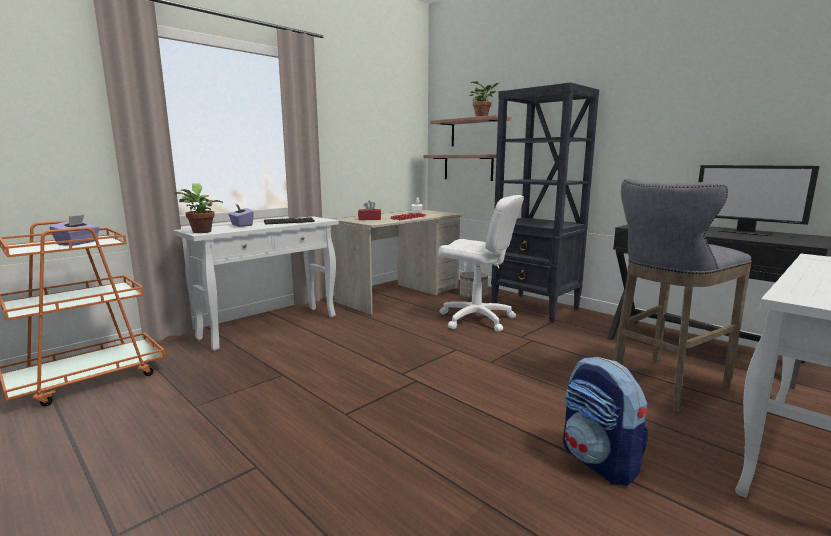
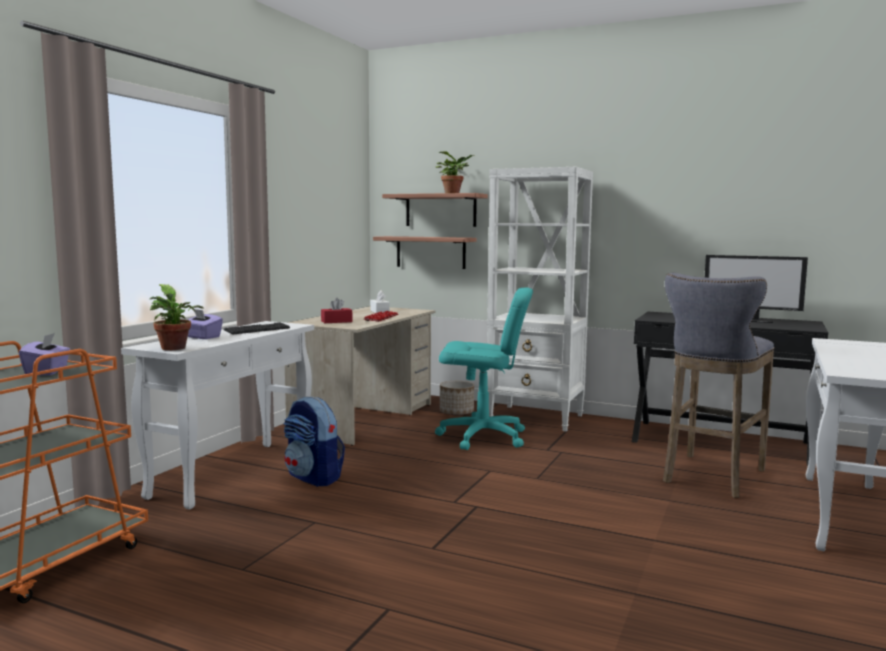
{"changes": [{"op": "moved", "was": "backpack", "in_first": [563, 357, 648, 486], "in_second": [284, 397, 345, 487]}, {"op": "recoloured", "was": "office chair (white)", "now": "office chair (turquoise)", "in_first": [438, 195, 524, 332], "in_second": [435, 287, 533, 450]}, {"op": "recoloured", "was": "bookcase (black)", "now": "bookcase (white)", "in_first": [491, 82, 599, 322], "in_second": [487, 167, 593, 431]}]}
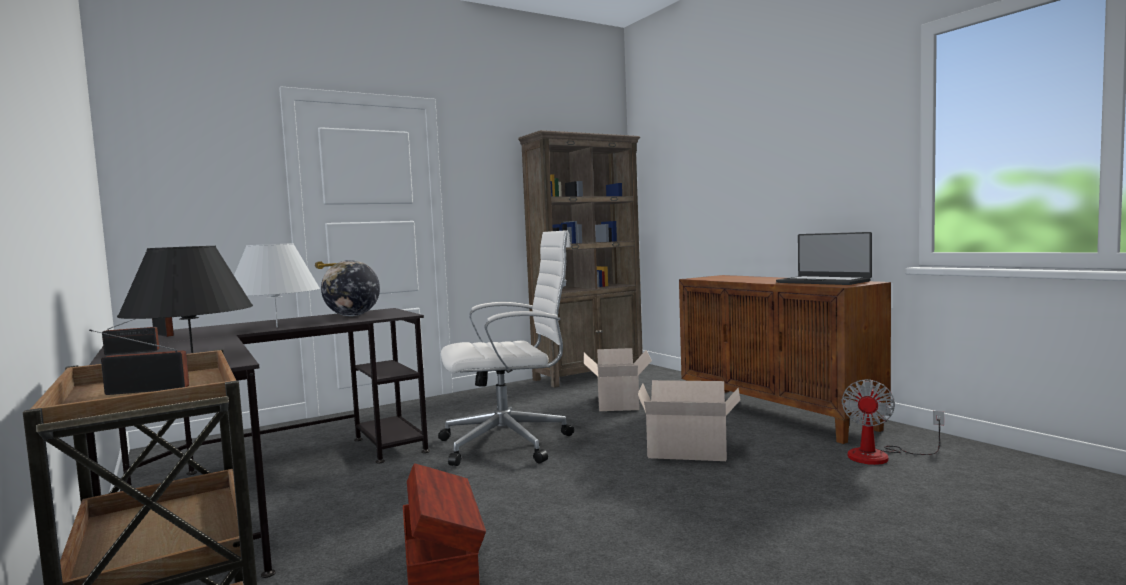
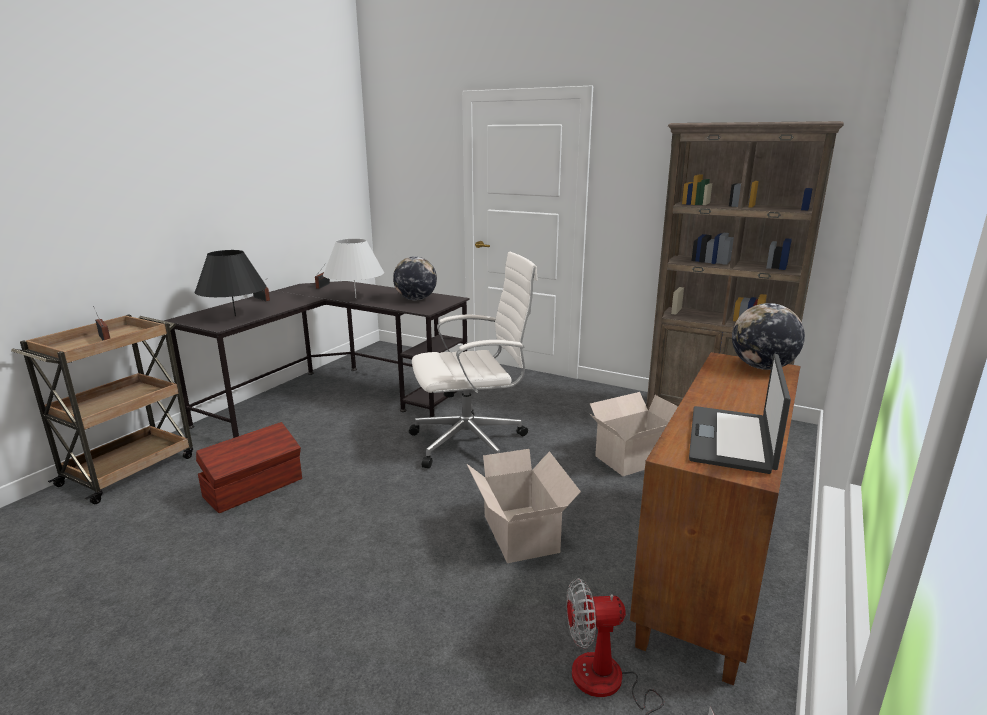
{"changes": [{"op": "added", "now": "globe", "in_second": [732, 303, 805, 370]}, {"op": "turned", "was": "office chair (white)", "in_first": [438, 230, 574, 466], "in_second": [409, 252, 538, 468], "clockwise": -60}]}
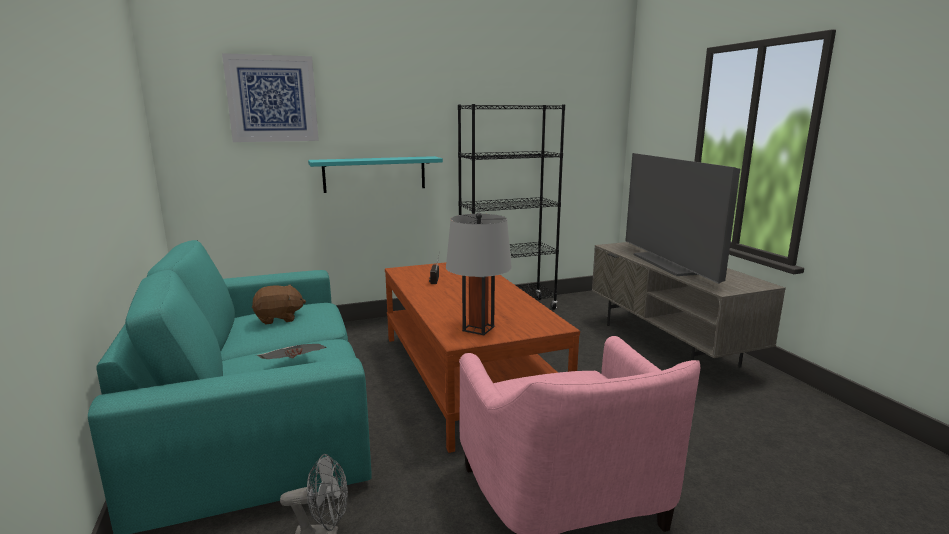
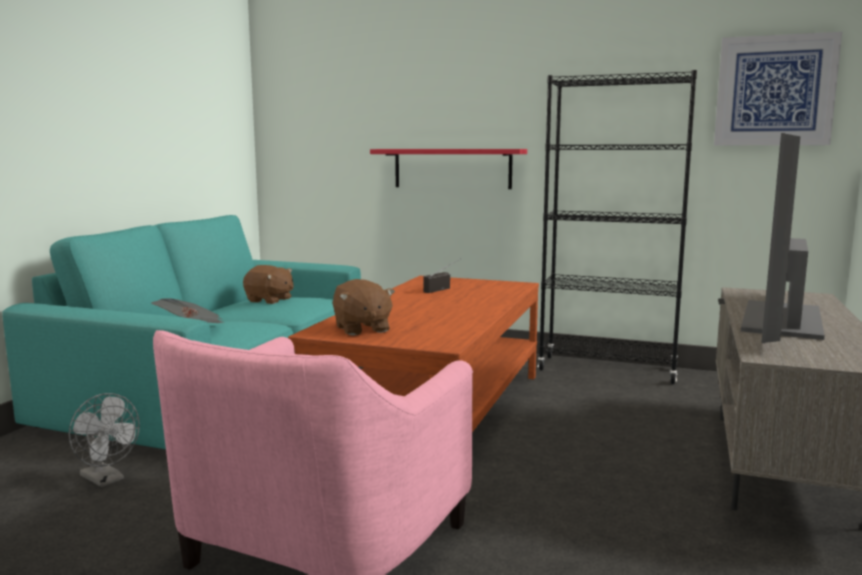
{"changes": [{"op": "moved", "was": "picture", "in_first": [222, 53, 319, 142], "in_second": [714, 32, 842, 145]}, {"op": "replaced", "was": "table lamp (grey)", "now": "plush toy (brown)", "in_first": [446, 213, 512, 335], "in_second": [333, 279, 395, 336]}, {"op": "recoloured", "was": "shelf (turquoise)", "now": "shelf (red)", "in_first": [308, 156, 443, 193], "in_second": [370, 149, 527, 189]}]}
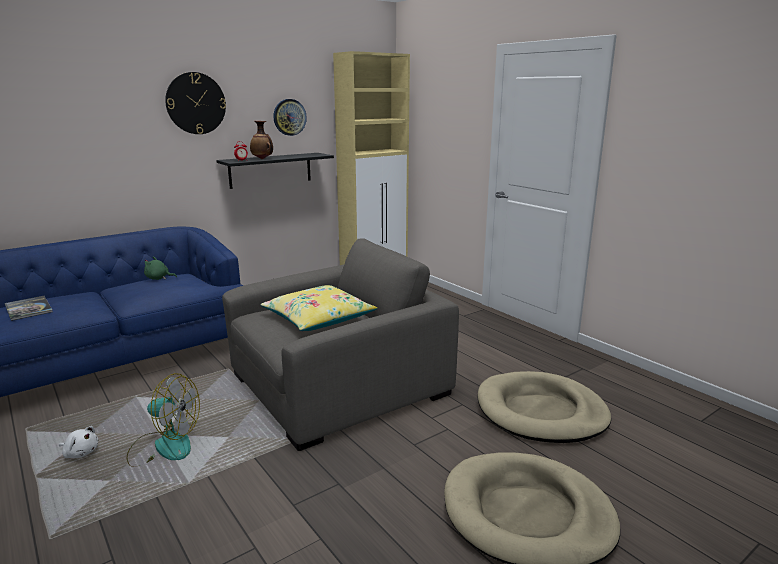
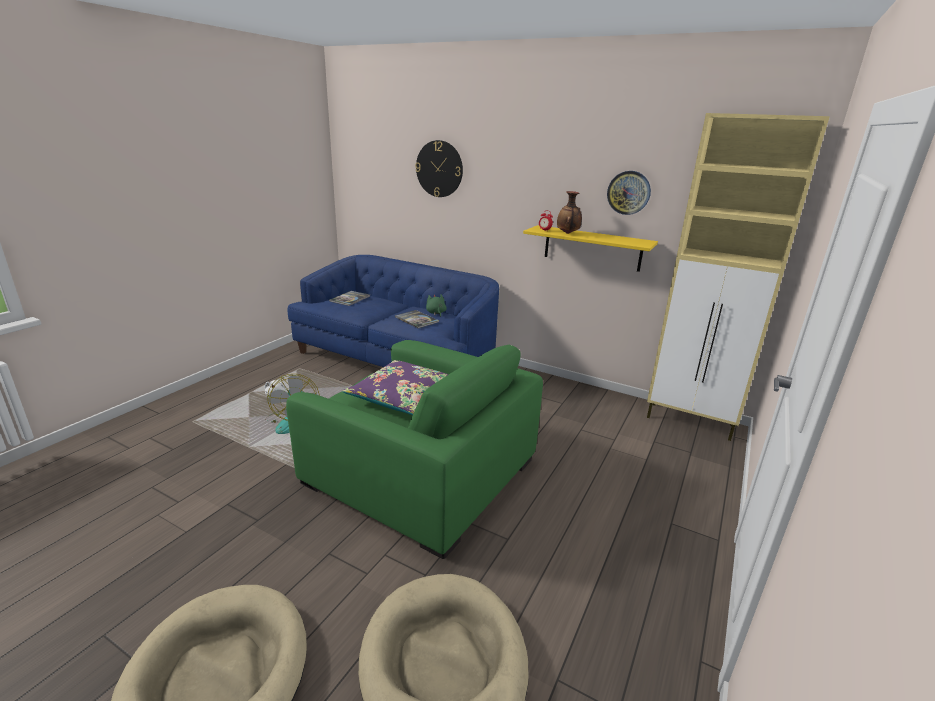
{"changes": [{"op": "added", "now": "book", "in_second": [395, 310, 439, 328]}, {"op": "moved", "was": "wall clock", "in_first": [165, 72, 226, 134], "in_second": [415, 140, 463, 197]}, {"op": "recoloured", "was": "shelf (black)", "now": "shelf (yellow)", "in_first": [216, 153, 334, 189], "in_second": [523, 225, 658, 272]}, {"op": "recoloured", "was": "armchair (grey)", "now": "armchair (green)", "in_first": [222, 238, 459, 451], "in_second": [286, 340, 543, 559]}, {"op": "recoloured", "was": "pillow (yellow)", "now": "pillow (purple)", "in_first": [261, 285, 377, 331], "in_second": [342, 360, 449, 415]}]}
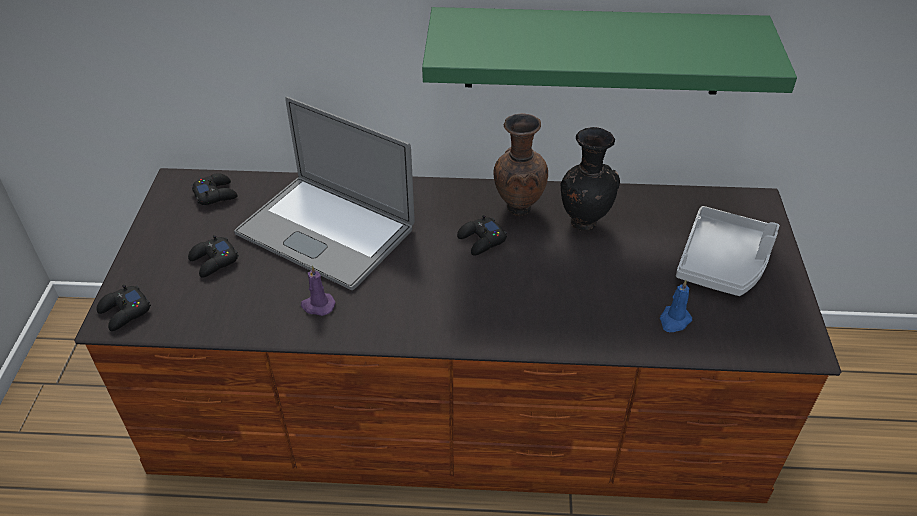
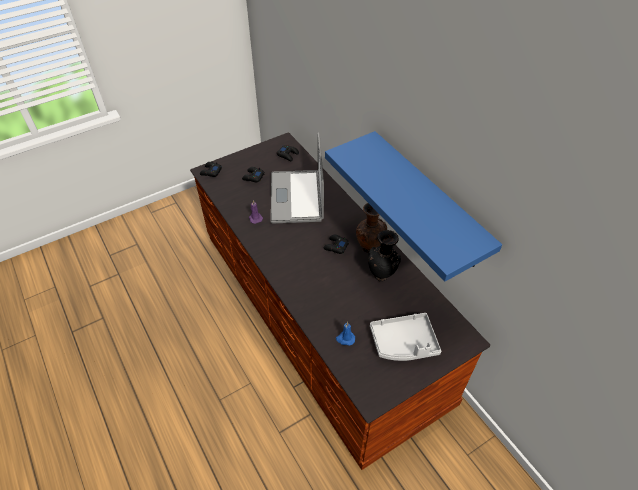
{"changes": [{"op": "recoloured", "was": "shelf (green)", "now": "shelf (blue)", "in_first": [422, 7, 797, 95], "in_second": [325, 131, 502, 281]}]}
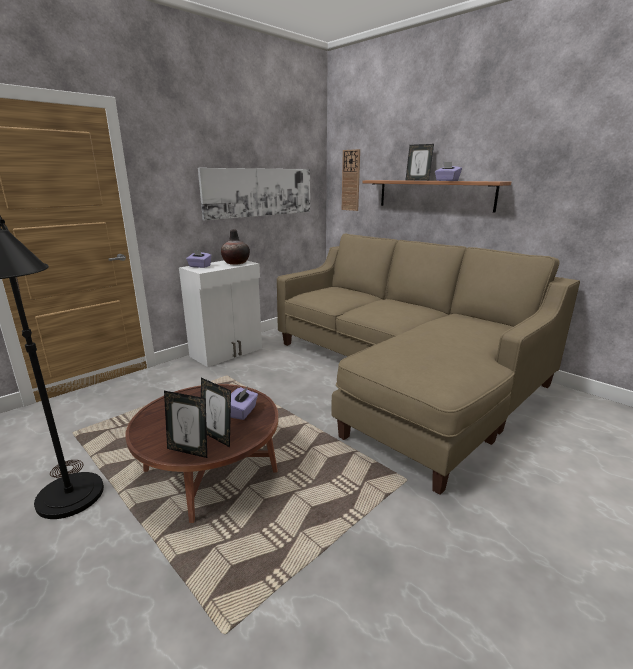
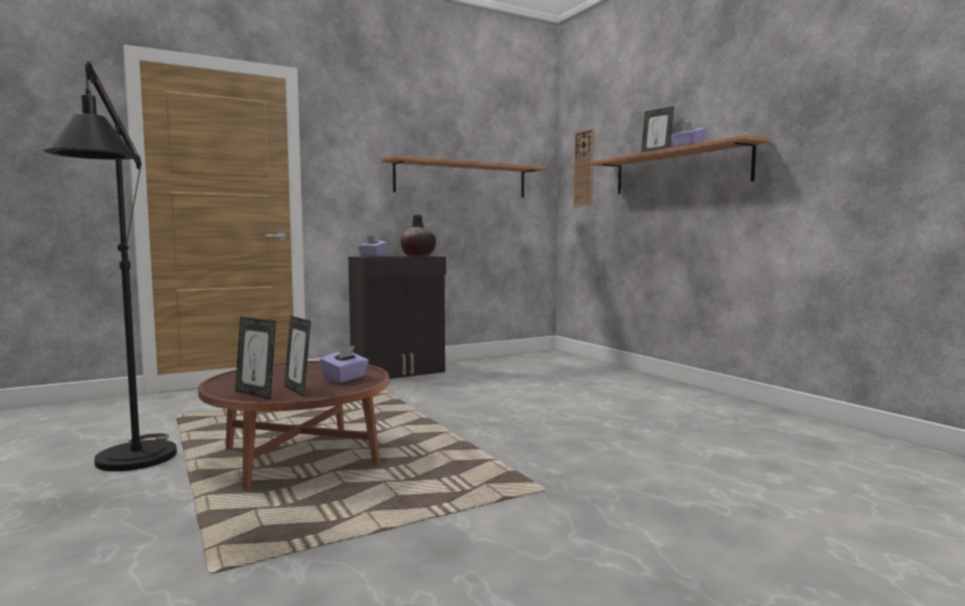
{"changes": [{"op": "removed", "was": "sofa (beige)", "in_first": [277, 234, 580, 495]}, {"op": "replaced", "was": "picture", "now": "shelf", "in_first": [198, 168, 310, 220], "in_second": [381, 155, 547, 198]}, {"op": "recoloured", "was": "cabinet (white)", "now": "cabinet (black)", "in_first": [179, 261, 262, 367], "in_second": [348, 256, 446, 379]}]}
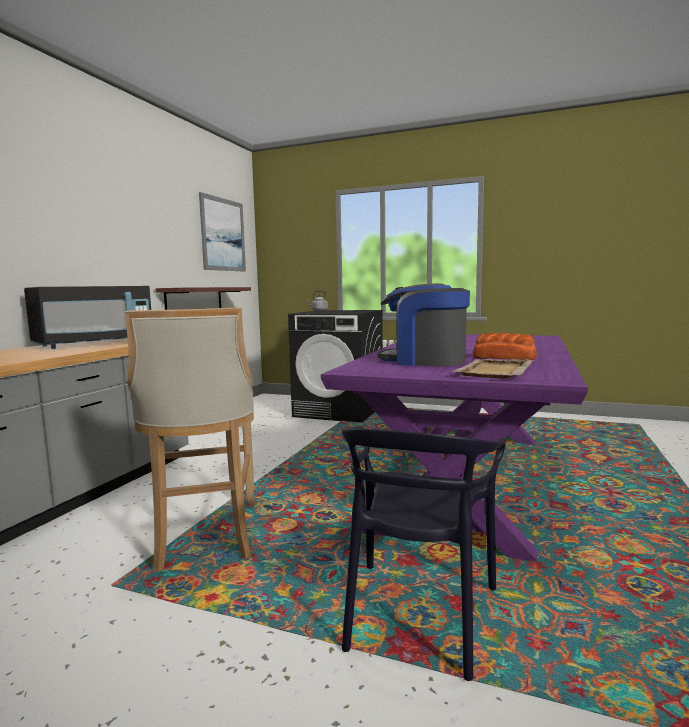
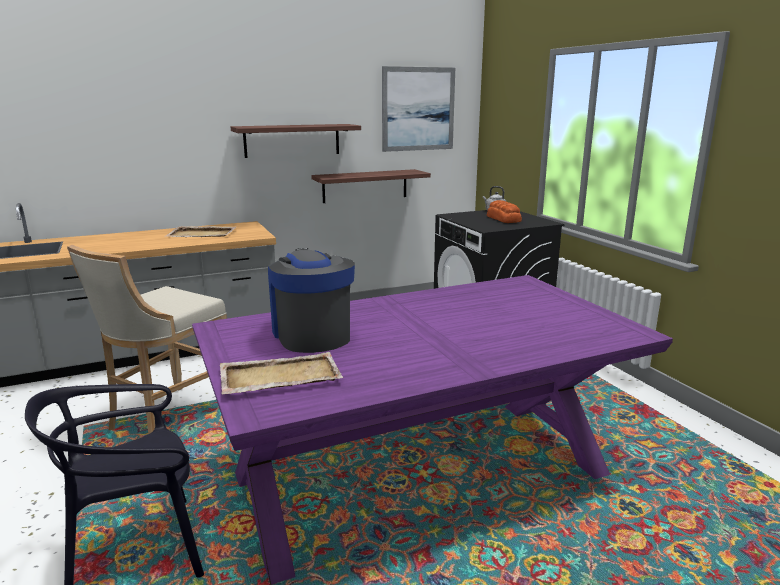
{"changes": [{"op": "added", "now": "shelf", "in_second": [231, 124, 361, 158]}, {"op": "moved", "was": "bread", "in_first": [473, 333, 537, 360], "in_second": [487, 200, 522, 223]}, {"op": "replaced", "was": "microwave (black)", "now": "tray (beige)", "in_first": [24, 286, 151, 349], "in_second": [166, 226, 236, 237]}]}
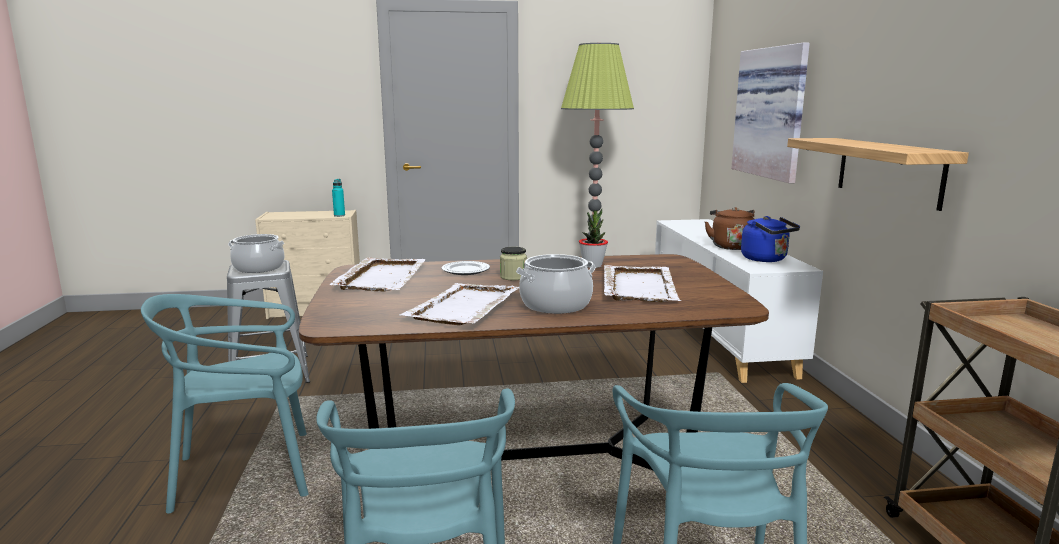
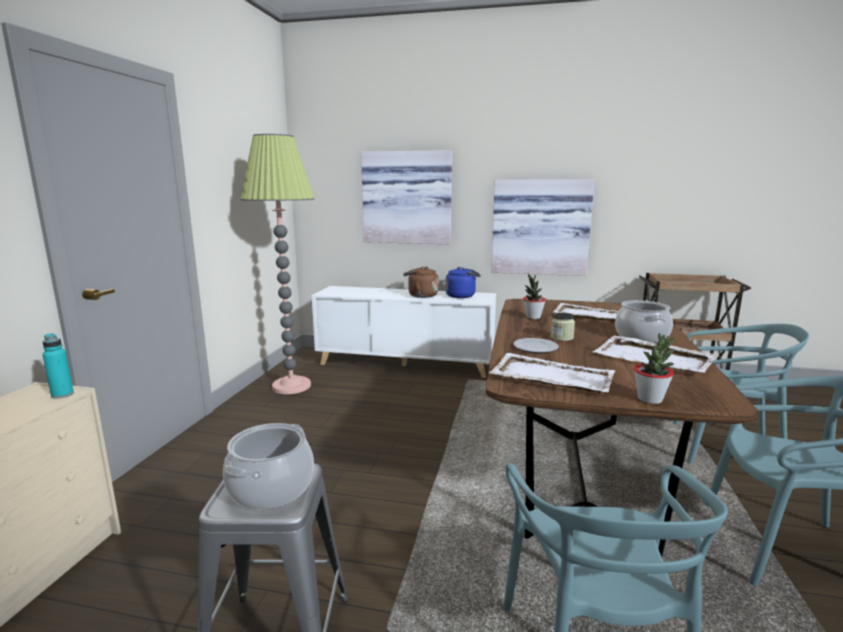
{"changes": [{"op": "added", "now": "potted plant", "in_second": [634, 333, 674, 404]}, {"op": "replaced", "was": "shelf", "now": "picture", "in_first": [787, 138, 969, 211], "in_second": [491, 180, 594, 276]}]}
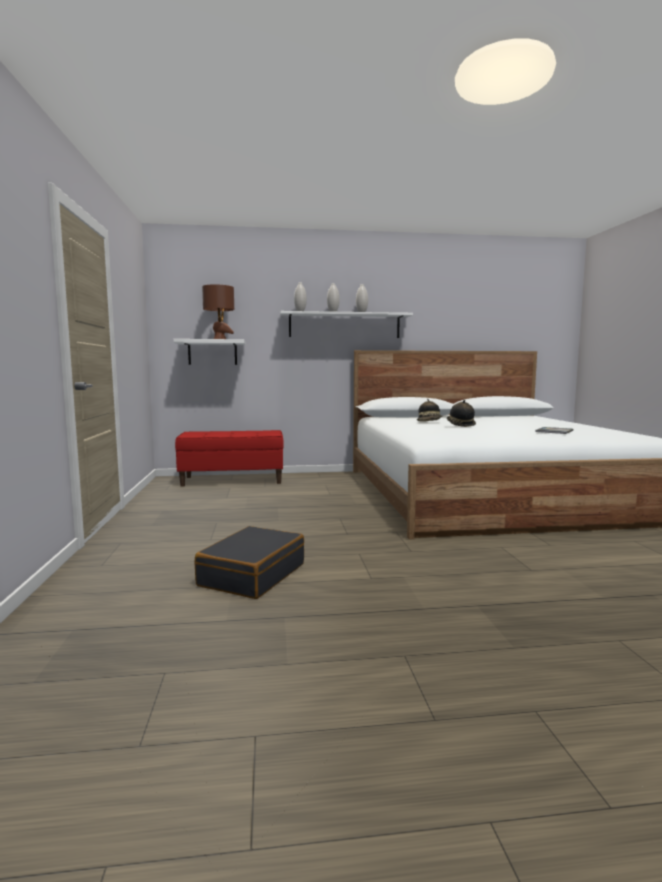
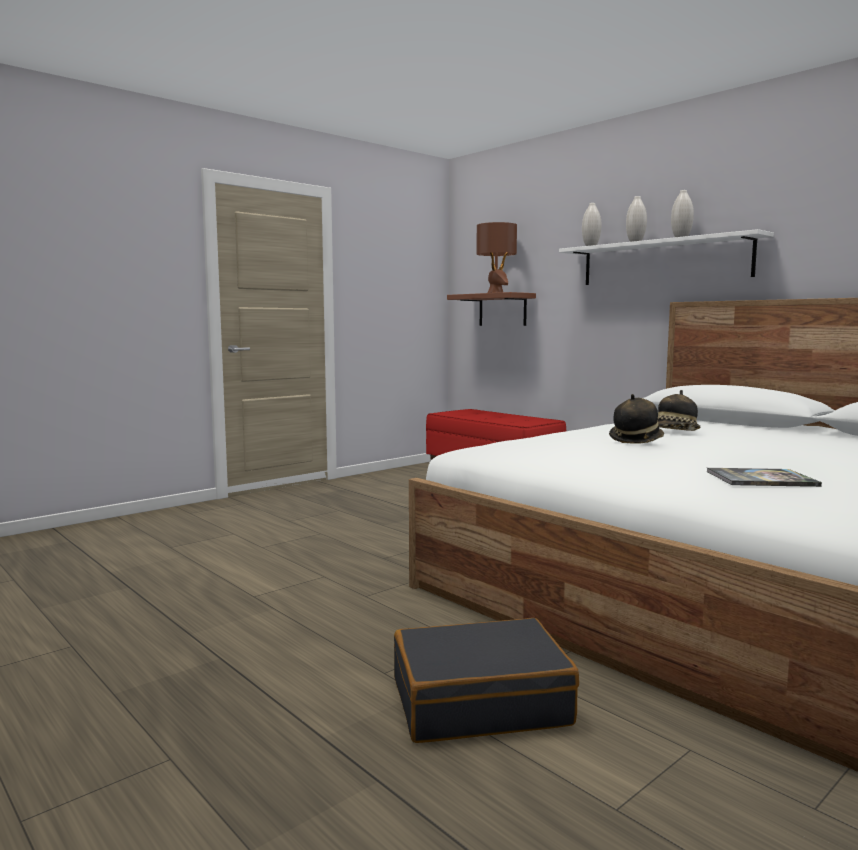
{"changes": [{"op": "moved", "was": "suitcase (black)", "in_first": [195, 526, 304, 599], "in_second": [394, 618, 579, 743]}, {"op": "recoloured", "was": "shelf (white)", "now": "shelf (brown)", "in_first": [173, 339, 246, 365], "in_second": [447, 292, 536, 326]}]}
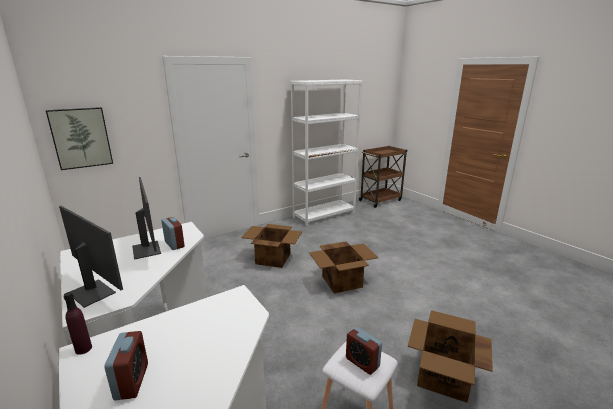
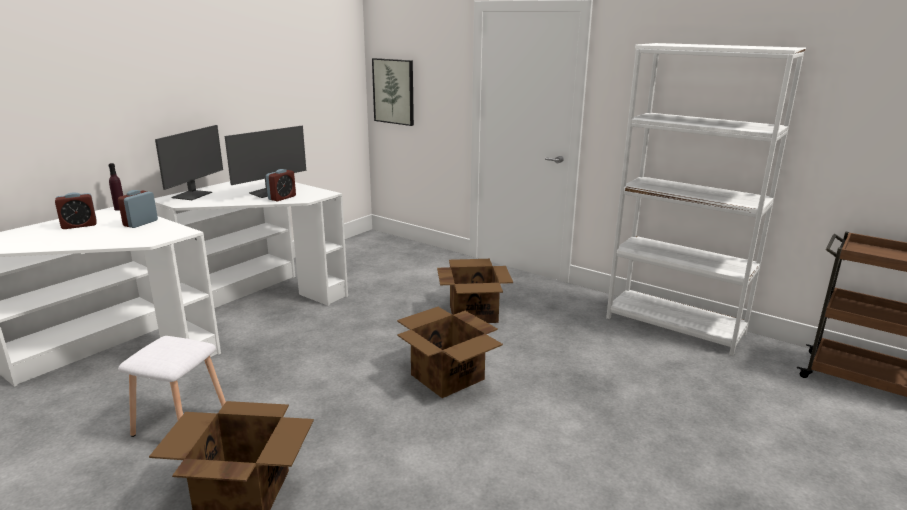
{"changes": [{"op": "moved", "was": "alarm clock", "in_first": [346, 327, 382, 375], "in_second": [118, 190, 158, 228]}]}
